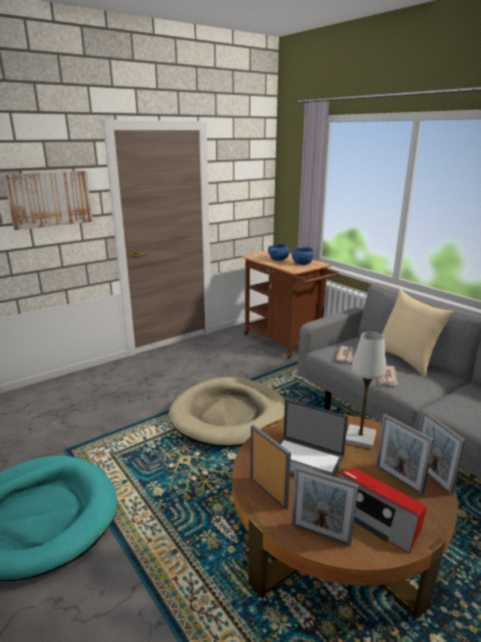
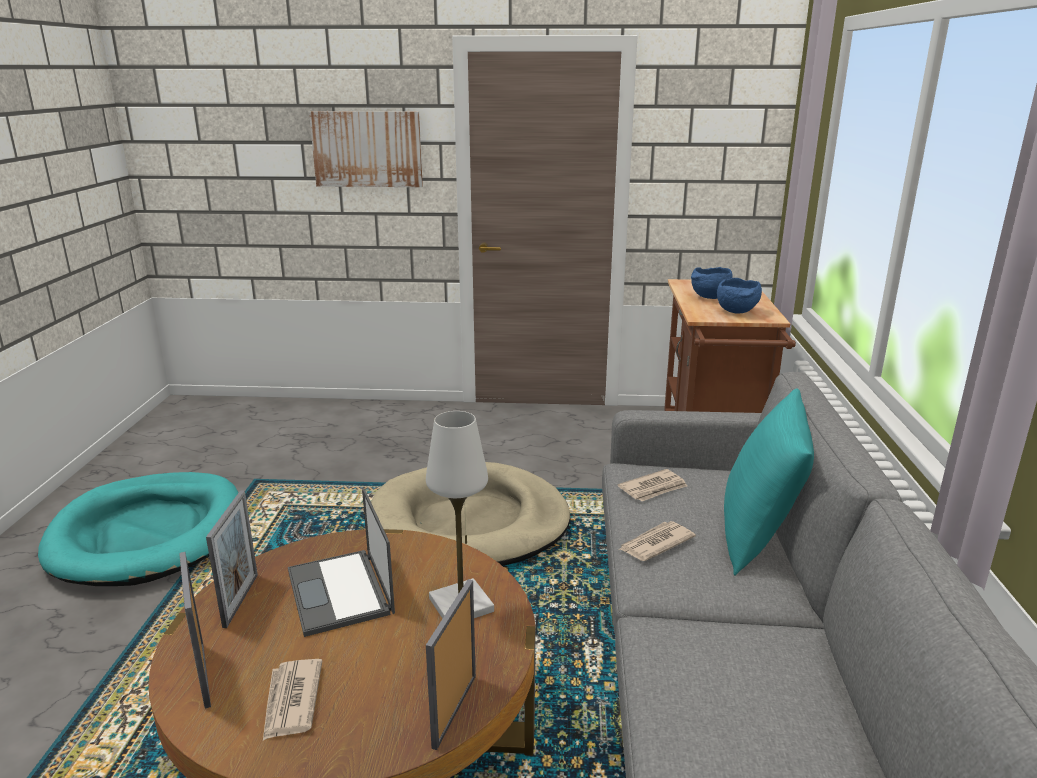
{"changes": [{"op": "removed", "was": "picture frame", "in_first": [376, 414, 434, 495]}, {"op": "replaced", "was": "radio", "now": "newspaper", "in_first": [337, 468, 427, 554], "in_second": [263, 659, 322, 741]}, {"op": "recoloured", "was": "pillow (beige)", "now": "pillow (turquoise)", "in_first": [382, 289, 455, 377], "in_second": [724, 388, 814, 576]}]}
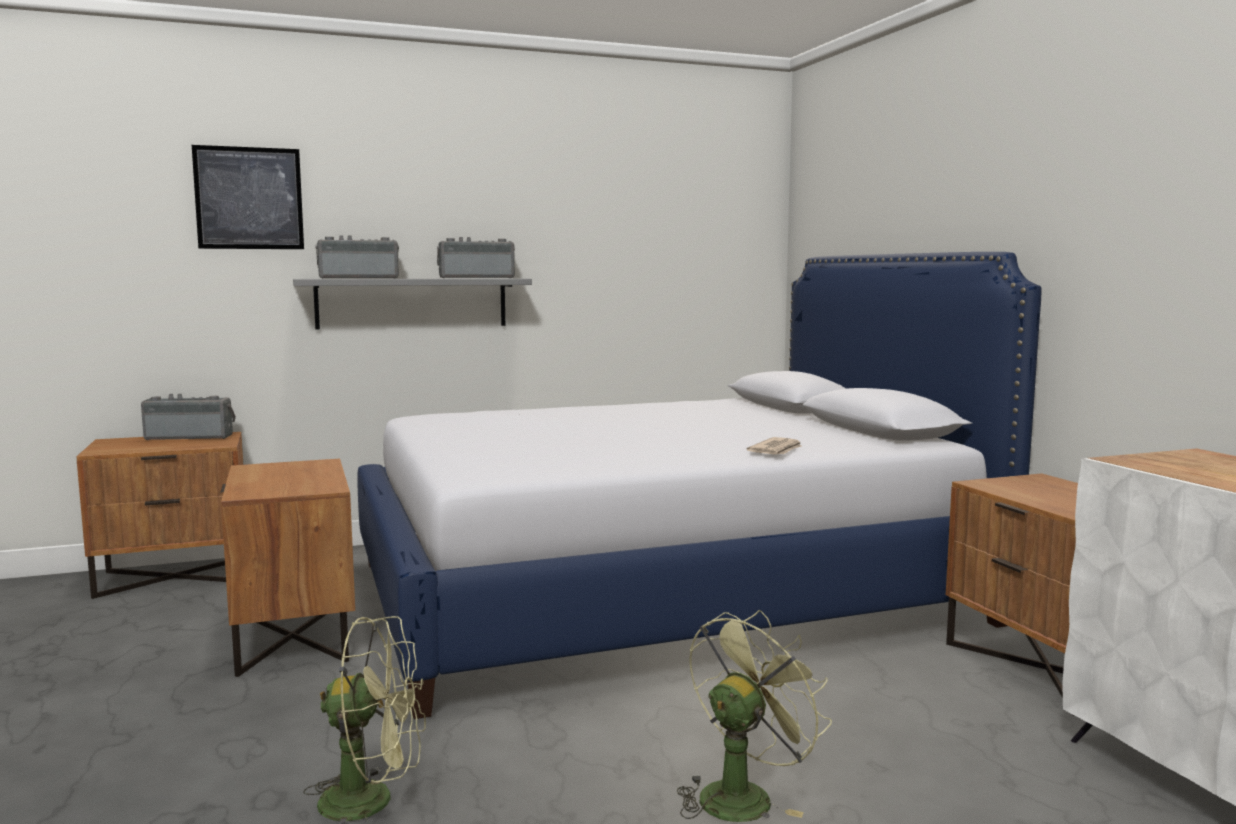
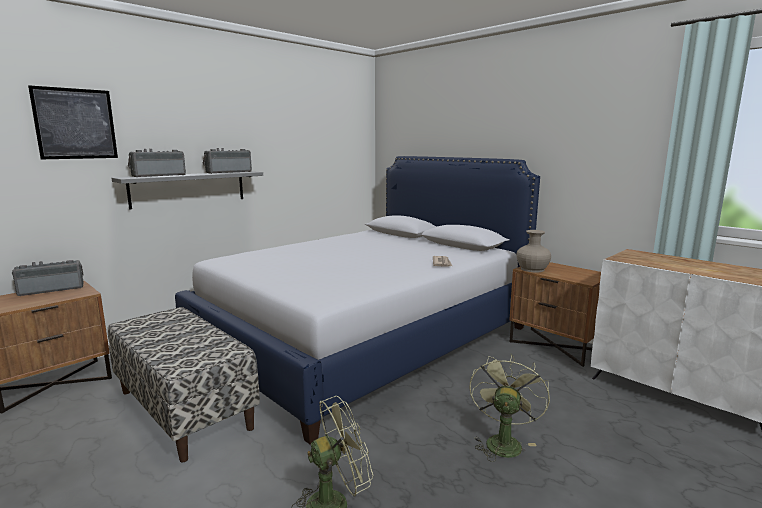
{"changes": [{"op": "added", "now": "vase (beige)", "in_second": [516, 230, 551, 272]}, {"op": "replaced", "was": "nightstand (brown)", "now": "bench", "in_first": [221, 458, 355, 677], "in_second": [108, 307, 260, 462]}]}
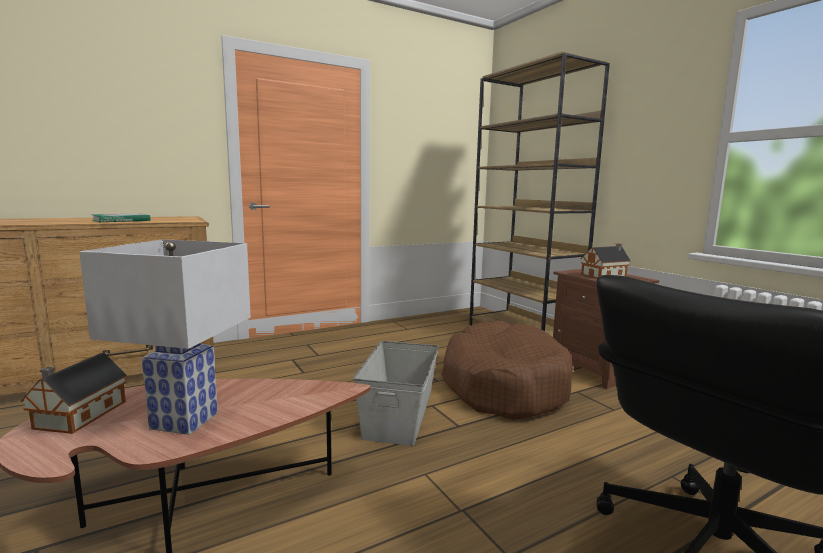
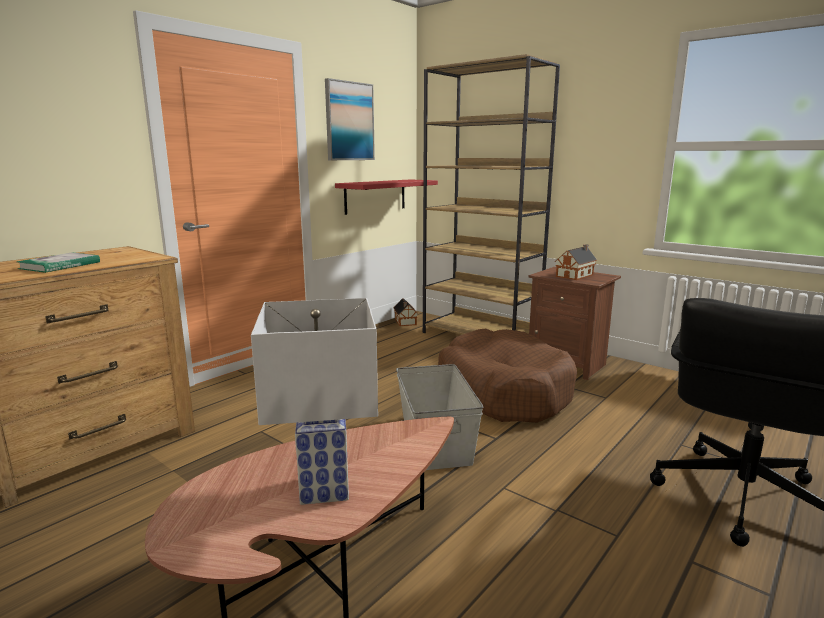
{"changes": [{"op": "added", "now": "picture", "in_second": [325, 78, 375, 160]}, {"op": "added", "now": "shelf (red)", "in_second": [335, 179, 438, 215]}, {"op": "moved", "was": "toy house", "in_first": [21, 353, 127, 434], "in_second": [394, 298, 418, 326]}]}
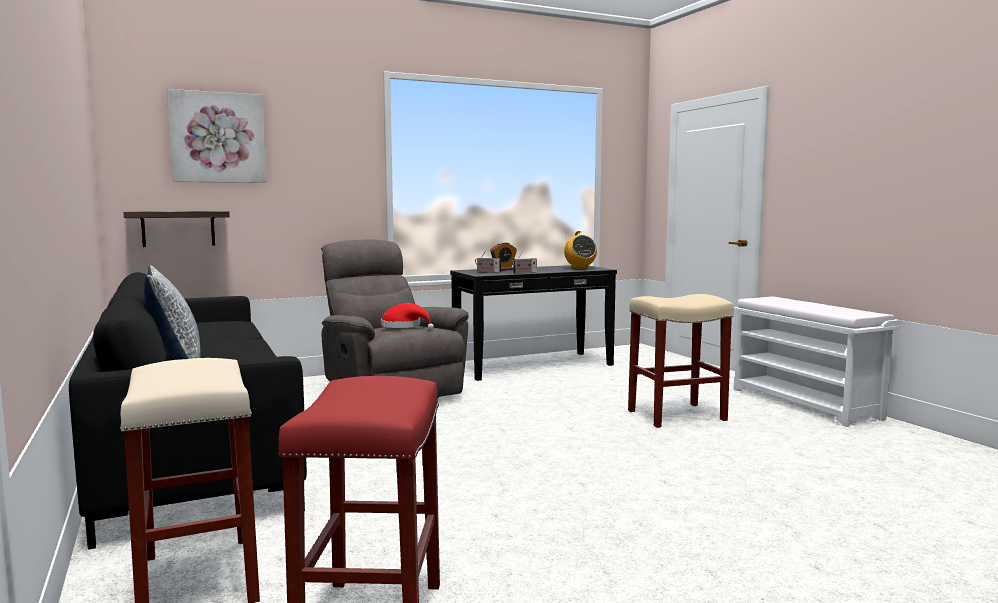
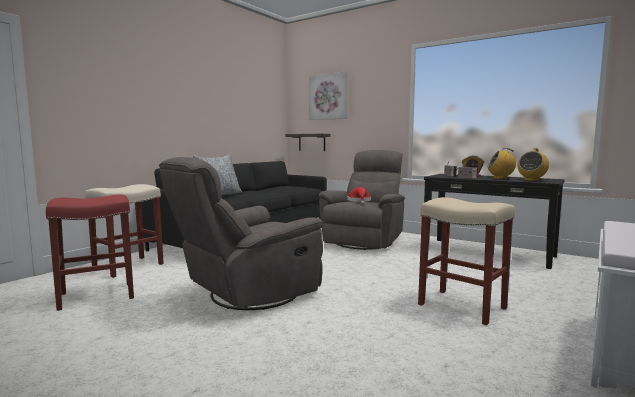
{"changes": [{"op": "added", "now": "armchair (grey)", "in_second": [159, 157, 323, 310]}, {"op": "added", "now": "radio", "in_second": [487, 148, 516, 179]}]}
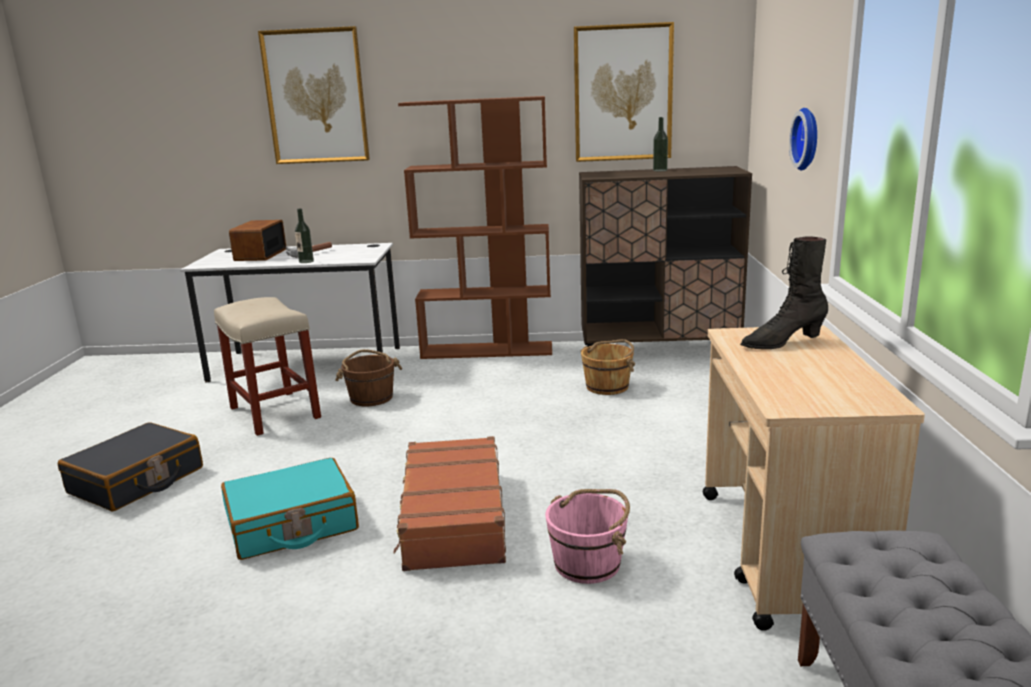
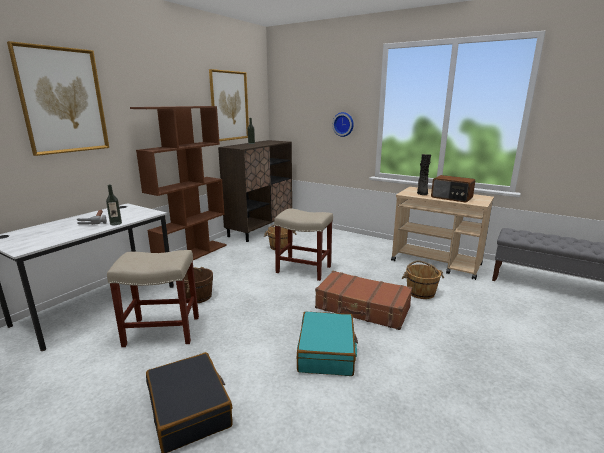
{"changes": [{"op": "added", "now": "stool (beige)", "in_second": [274, 208, 333, 281]}, {"op": "moved", "was": "radio", "in_first": [229, 220, 286, 261], "in_second": [431, 175, 475, 203]}, {"op": "recoloured", "was": "bucket (pink)", "now": "bucket (brown)", "in_first": [545, 489, 630, 584], "in_second": [402, 260, 444, 299]}]}
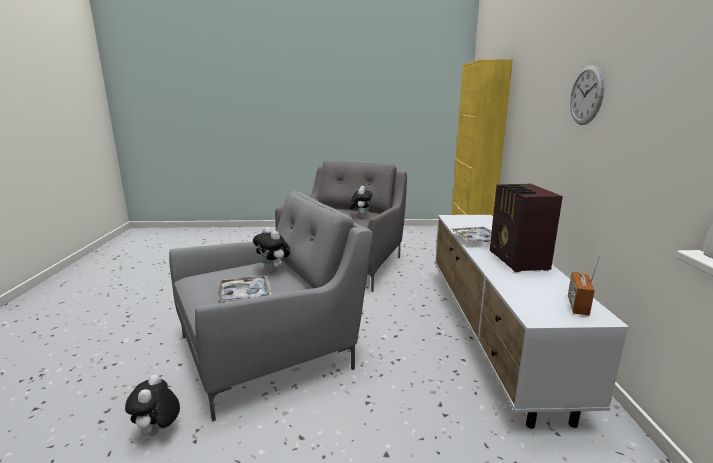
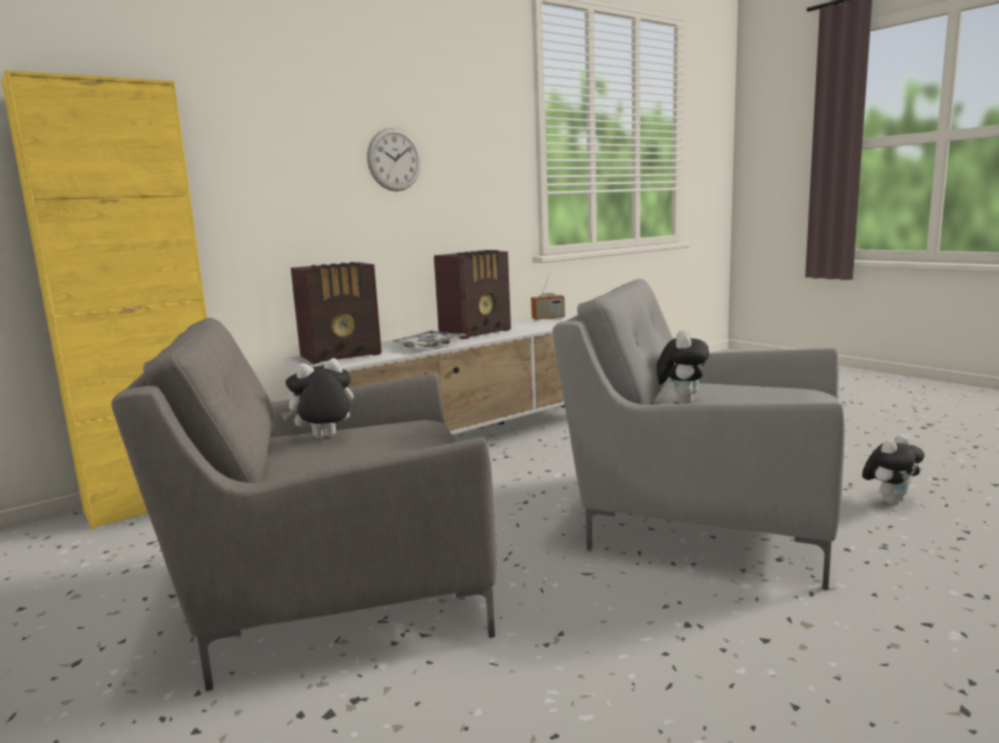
{"changes": [{"op": "removed", "was": "tray", "in_first": [217, 275, 272, 303]}, {"op": "added", "now": "radio", "in_second": [291, 262, 382, 364]}]}
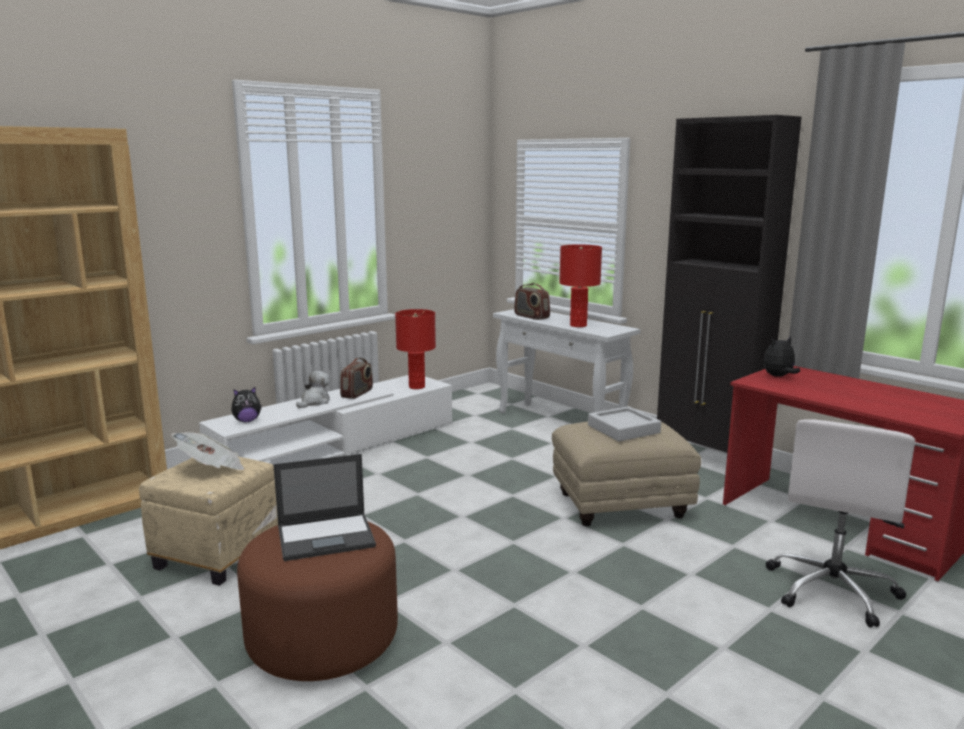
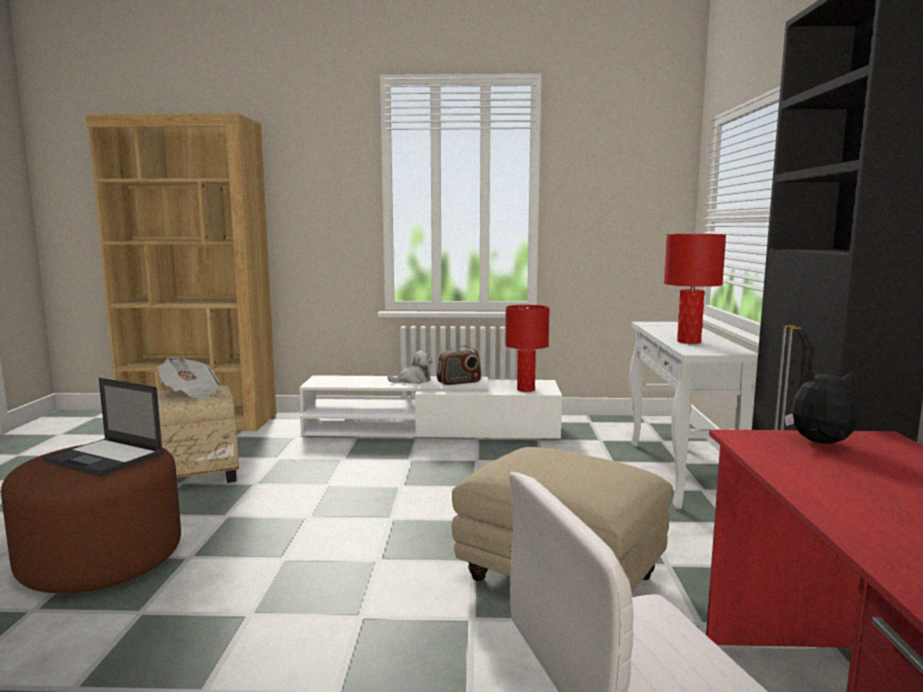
{"changes": [{"op": "removed", "was": "plush toy", "in_first": [231, 387, 262, 422]}, {"op": "removed", "was": "radio", "in_first": [514, 283, 550, 320]}, {"op": "removed", "was": "tray (grey)", "in_first": [588, 406, 661, 441]}]}
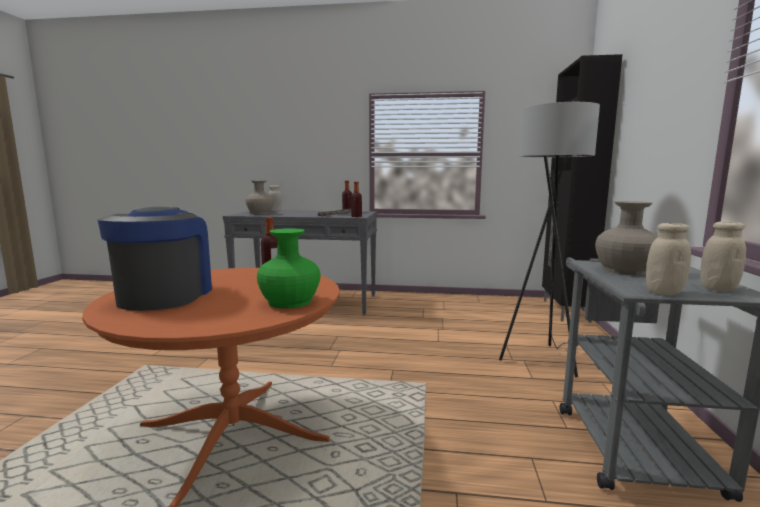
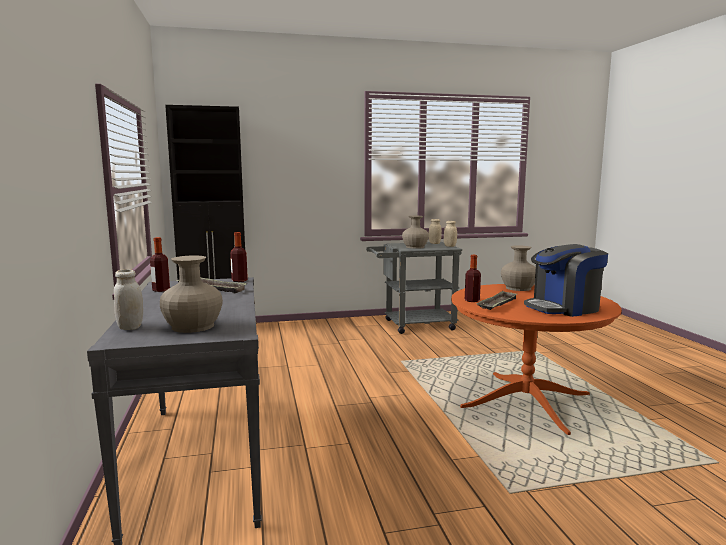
{"changes": [{"op": "removed", "was": "floor lamp (grey)", "in_first": [499, 102, 600, 377]}, {"op": "added", "now": "tray", "in_second": [477, 291, 517, 310]}, {"op": "recoloured", "was": "vase (green)", "now": "vase (beige)", "in_first": [257, 228, 321, 309], "in_second": [501, 246, 536, 291]}]}
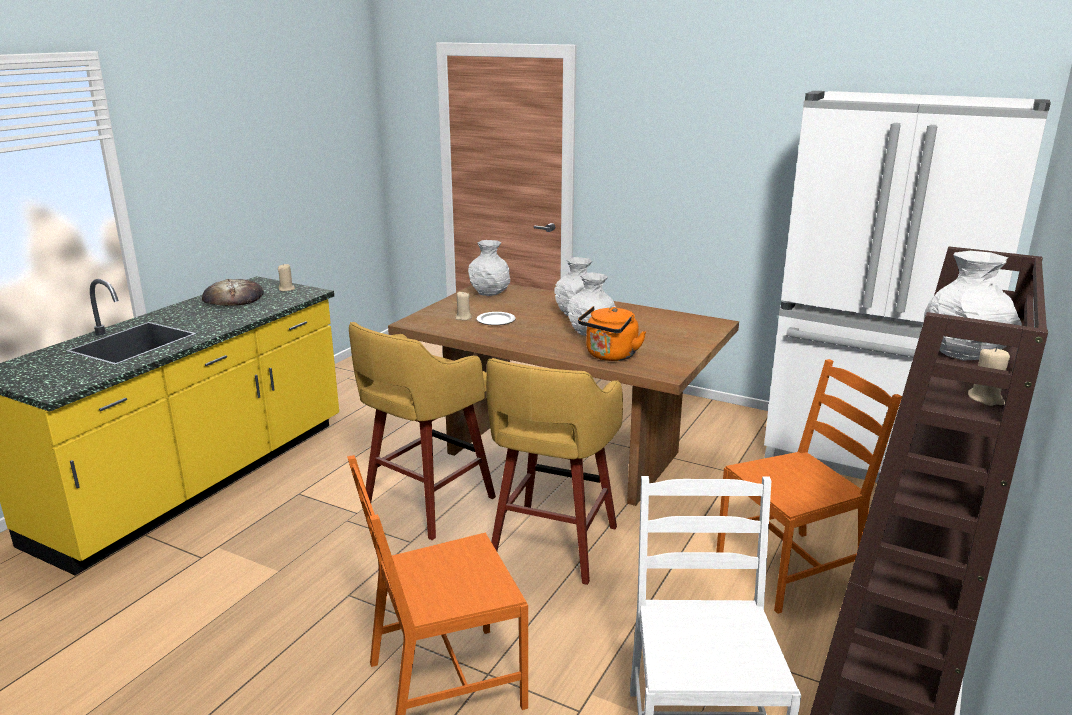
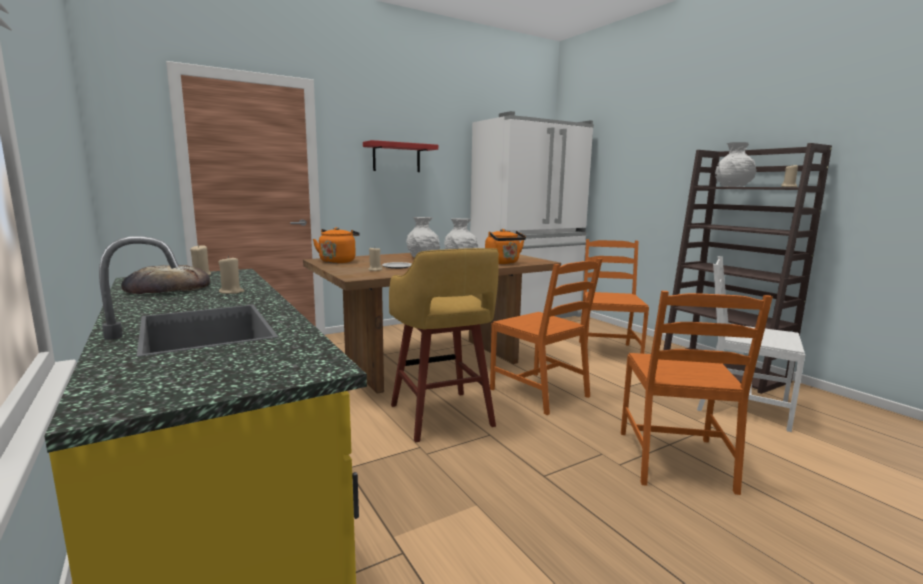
{"changes": [{"op": "added", "now": "candle (beige)", "in_second": [219, 256, 244, 294]}, {"op": "added", "now": "shelf (red)", "in_second": [363, 140, 438, 172]}, {"op": "replaced", "was": "vase (white)", "now": "kettle (orange)", "in_first": [468, 240, 510, 296], "in_second": [313, 227, 360, 263]}, {"op": "replaced", "was": "stool (yellow)", "now": "chair (orange)", "in_first": [486, 358, 623, 585], "in_second": [490, 258, 602, 415]}]}
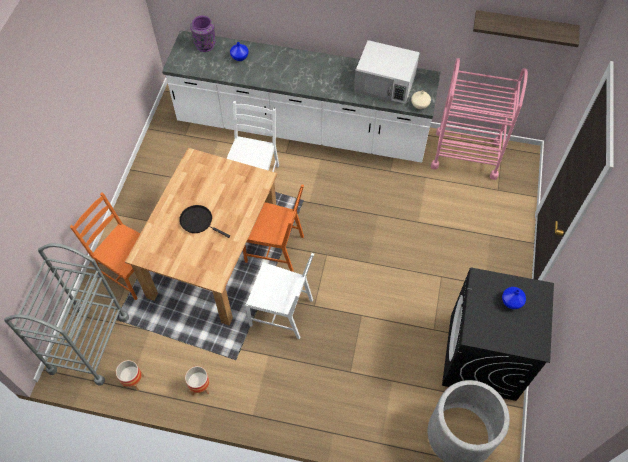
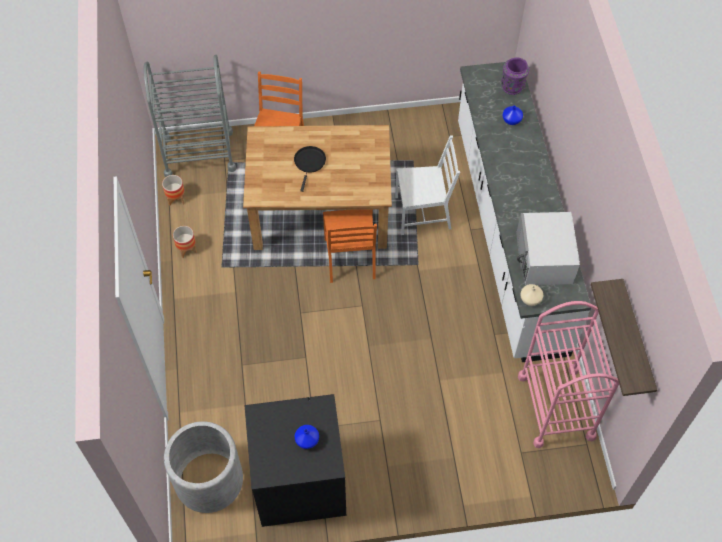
{"changes": [{"op": "removed", "was": "chair (white)", "in_first": [245, 253, 314, 339]}]}
